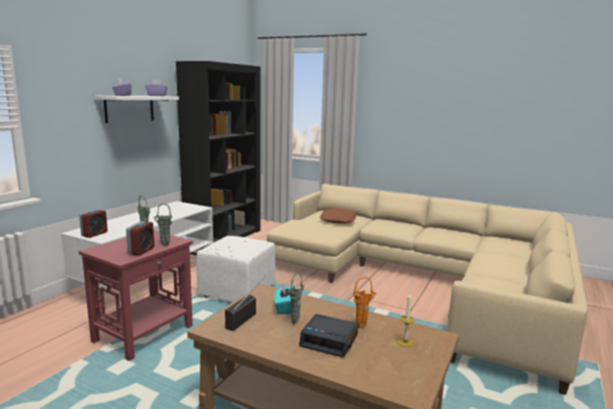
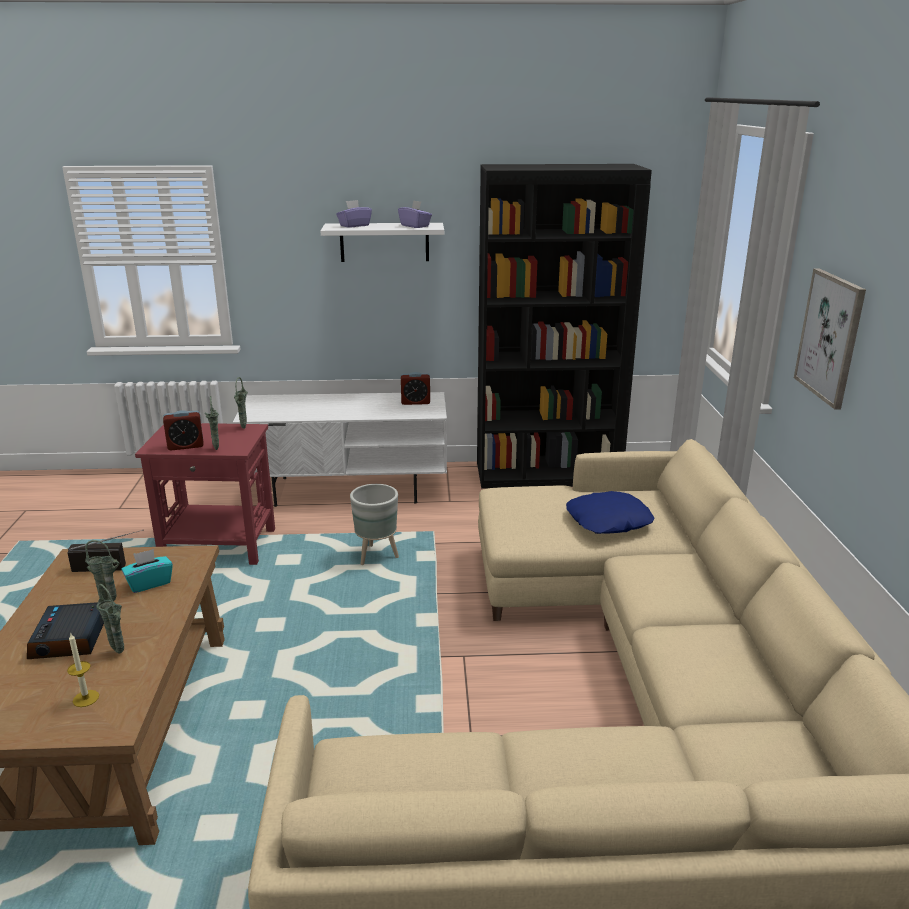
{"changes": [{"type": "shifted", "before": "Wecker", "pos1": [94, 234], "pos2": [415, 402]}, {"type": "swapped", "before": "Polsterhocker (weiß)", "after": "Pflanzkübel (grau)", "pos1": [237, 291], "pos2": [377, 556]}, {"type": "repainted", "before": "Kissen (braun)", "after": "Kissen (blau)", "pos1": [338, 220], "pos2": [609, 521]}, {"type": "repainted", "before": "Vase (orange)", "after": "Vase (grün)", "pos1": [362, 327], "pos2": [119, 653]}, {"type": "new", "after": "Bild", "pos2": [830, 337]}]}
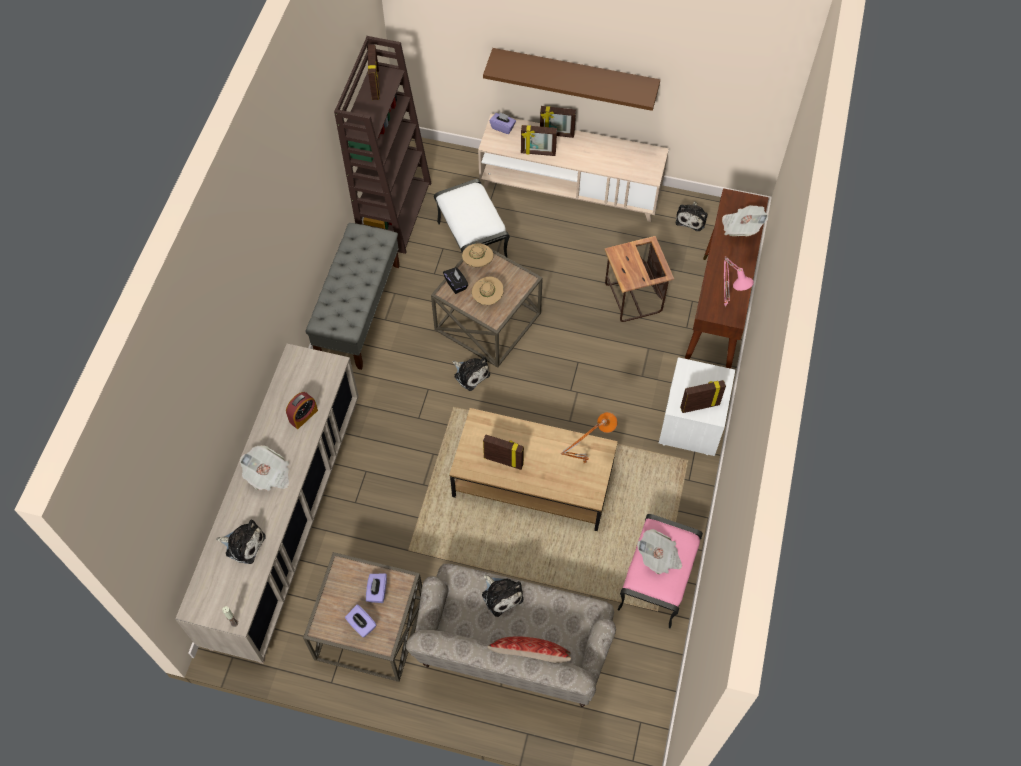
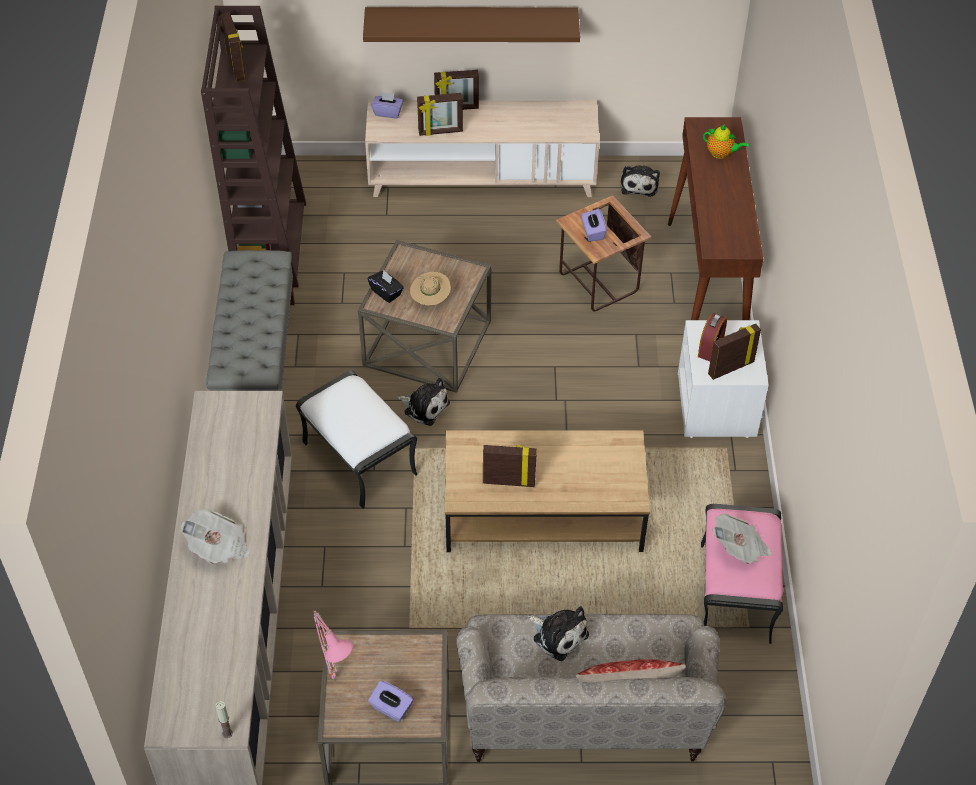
{"changes": [{"type": "gone", "before": "Plüschtier", "pos1": [243, 544]}, {"type": "shifted", "before": "Wecker", "pos1": [303, 416], "pos2": [710, 347]}, {"type": "shifted", "before": "Taschentuchbox (lila)", "pos1": [377, 591], "pos2": [592, 232]}, {"type": "shifted", "before": "Polsterhocker (weiß)", "pos1": [471, 241], "pos2": [358, 458]}, {"type": "gone", "before": "Hut (beige)", "pos1": [478, 262]}, {"type": "gone", "before": "Tischlampe (orange)", "pos1": [584, 461]}, {"type": "swapped", "before": "Zeitung", "after": "Teekanne", "pos1": [741, 227], "pos2": [721, 154]}, {"type": "shifted", "before": "Tischlampe (rosa)", "pos1": [726, 305], "pos2": [336, 678]}]}
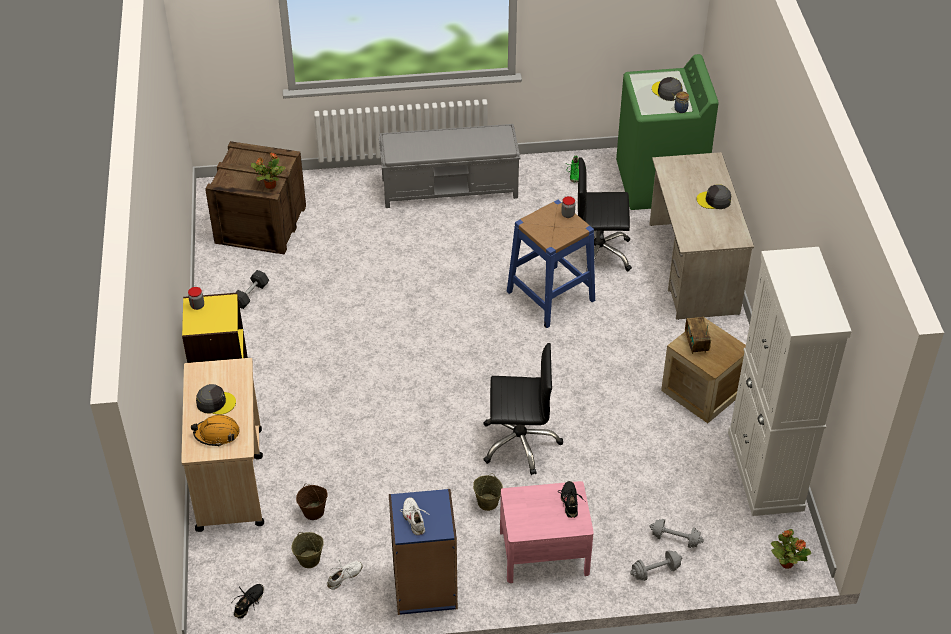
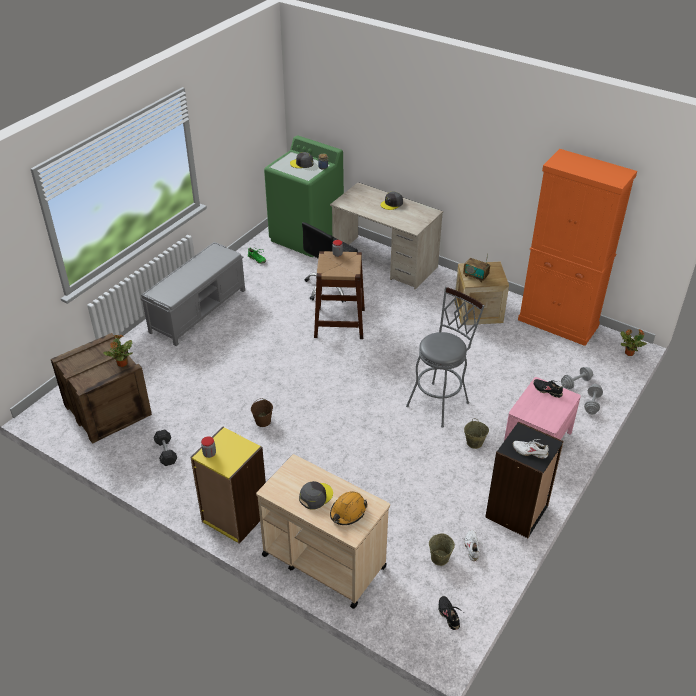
{"changes": [{"type": "shifted", "before": "Eimer (braun)", "pos1": [314, 511], "pos2": [263, 421]}, {"type": "repainted", "before": "Bücherregal (blau)", "after": "Bücherregal (schwarz)", "pos1": [425, 588], "pos2": [517, 512]}, {"type": "swapped", "before": "Bürostuhl (schwarz)", "after": "Hocker (grau)", "pos1": [520, 442], "pos2": [441, 401]}, {"type": "repainted", "before": "Hocker (blau)", "after": "Hocker (braun)", "pos1": [550, 296], "pos2": [339, 323]}, {"type": "repainted", "before": "Schrank (weiß)", "after": "Schrank (orange)", "pos1": [765, 471], "pos2": [558, 323]}]}
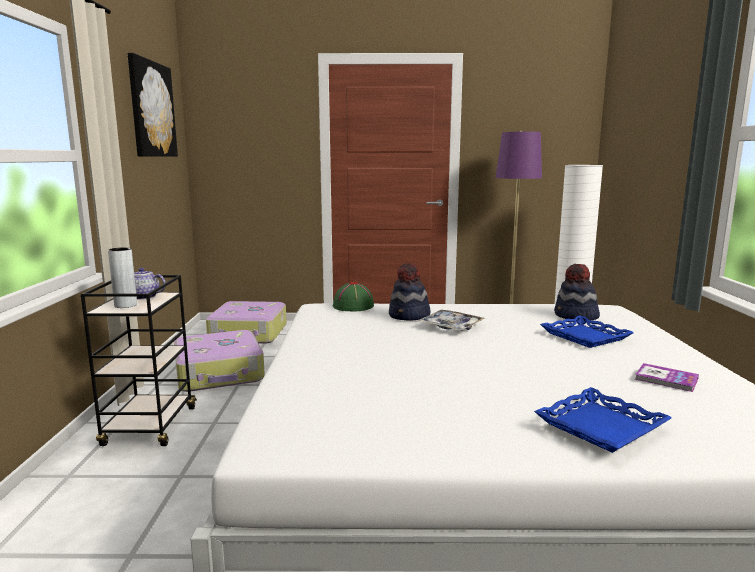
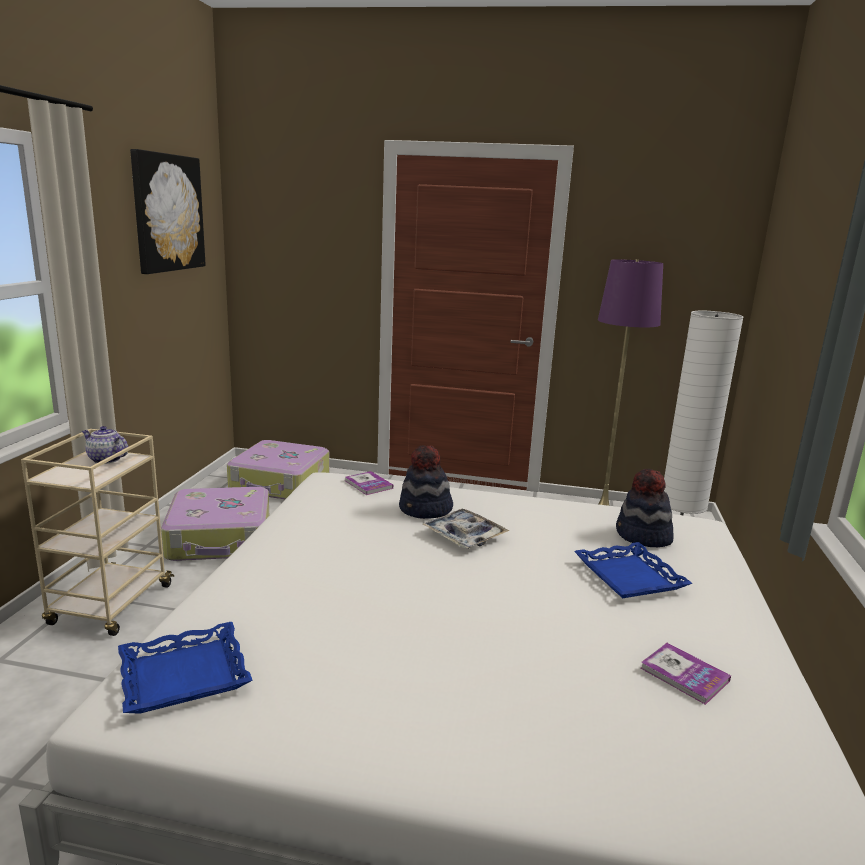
{"changes": [{"type": "repainted", "before": "Rollwagen (schwarz)", "after": "Rollwagen (beige)", "pos1": [150, 427], "pos2": [110, 606]}, {"type": "gone", "before": "Vase (grau)", "pos1": [125, 305]}, {"type": "swapped", "before": "Hut (grün)", "after": "Buch", "pos1": [353, 306], "pos2": [368, 484]}, {"type": "shifted", "before": "Tablett (blau)", "pos1": [601, 427], "pos2": [184, 676]}]}
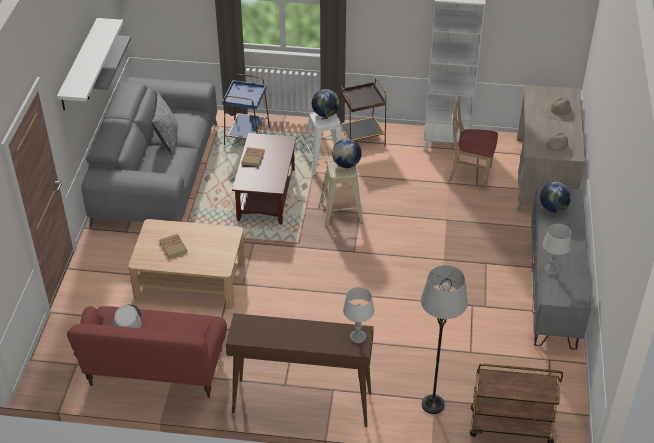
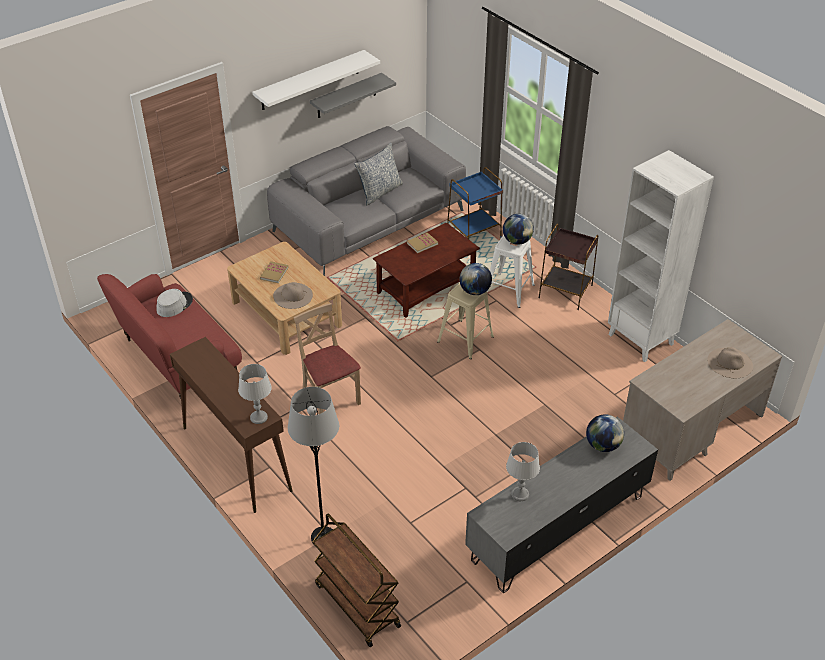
{"changes": [{"type": "shifted", "before": "Stuhl (beige)", "pos1": [470, 175], "pos2": [330, 398]}, {"type": "shifted", "before": "Hut (beige)", "pos1": [557, 145], "pos2": [292, 295]}]}
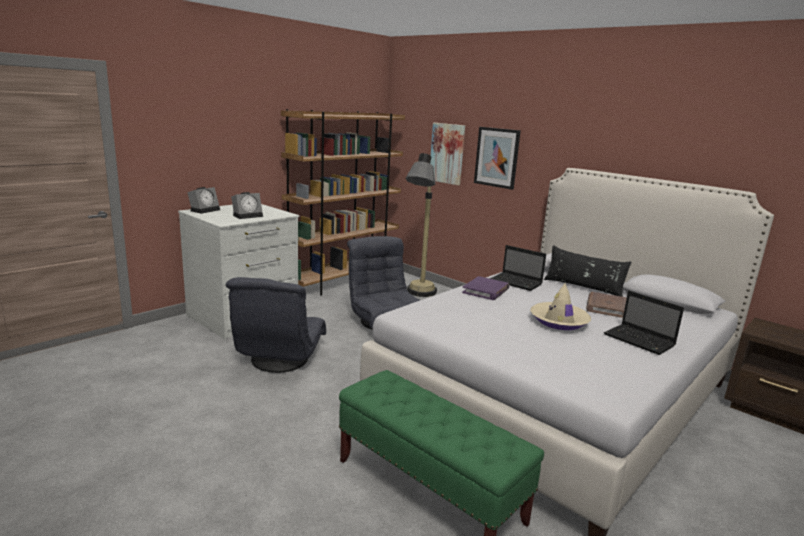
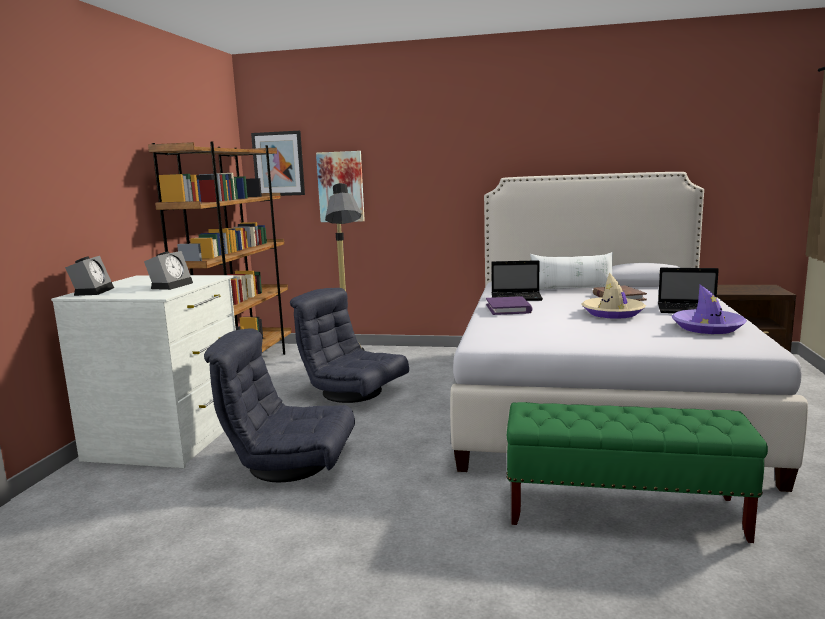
{"changes": [{"type": "rotated", "before": "Sessel (grau)", "pos1": [278, 360], "pos2": [290, 464], "turn": 120}, {"type": "shifted", "before": "Bild", "pos1": [497, 157], "pos2": [278, 164]}, {"type": "repainted", "before": "Kissen (schwarz)", "after": "Kissen (weiß)", "pos1": [583, 287], "pos2": [572, 289]}, {"type": "new", "after": "Hut (lila)", "pos2": [707, 327]}]}
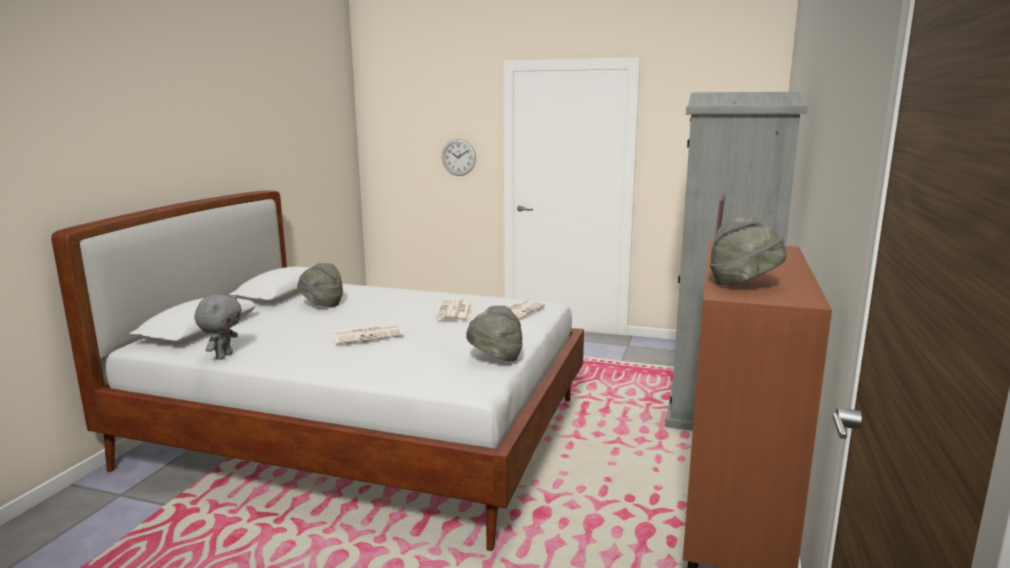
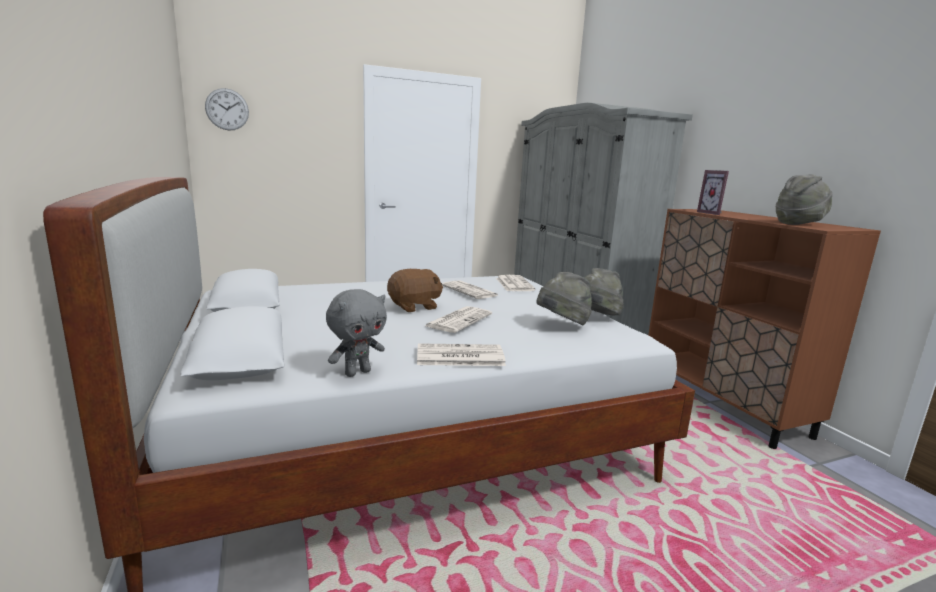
{"changes": [{"type": "rotated", "before": "Plüschtier (grau)", "pos1": [223, 356], "pos2": [357, 372], "turn": 75}, {"type": "shifted", "before": "Hut (grau)", "pos1": [322, 304], "pos2": [562, 325]}, {"type": "shifted", "before": "Wanduhr", "pos1": [458, 157], "pos2": [227, 109]}, {"type": "new", "after": "Plüschtier (braun)", "pos2": [415, 307]}, {"type": "new", "after": "Zeitung", "pos2": [458, 356]}]}
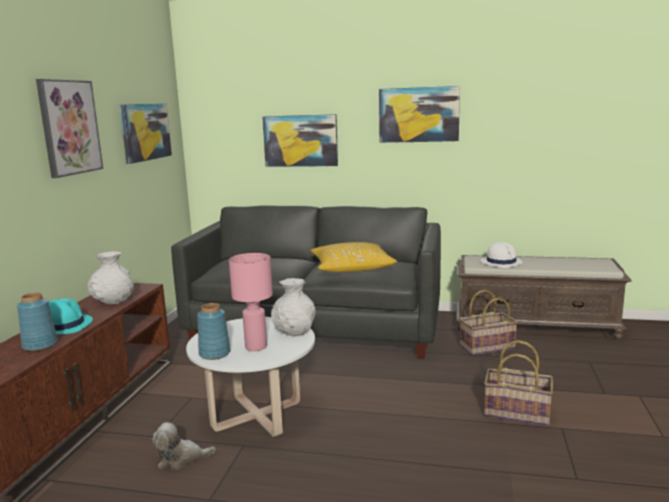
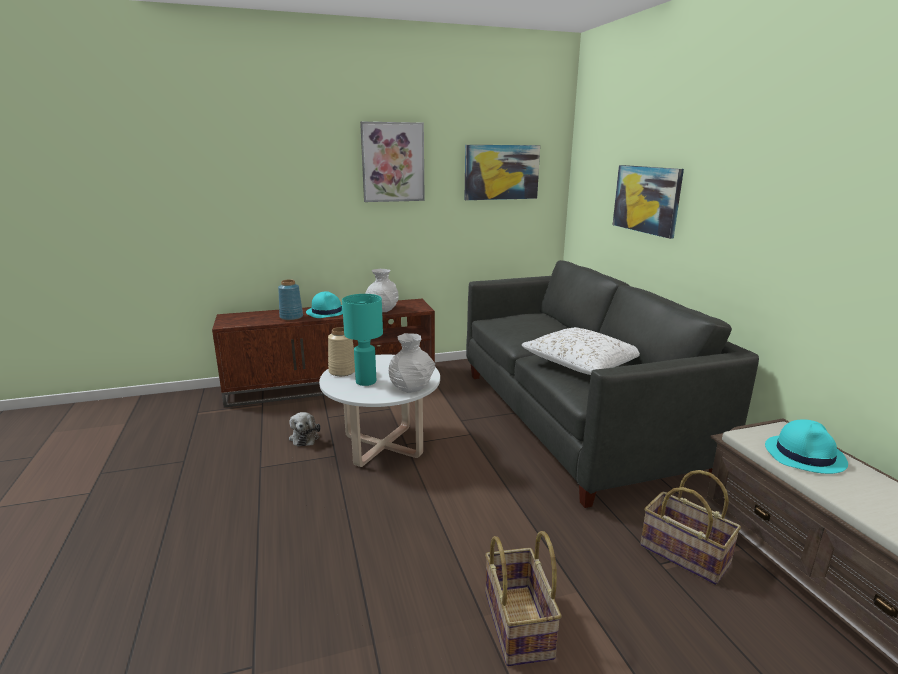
{"changes": [{"type": "rotated", "before": "Plüschtier", "pos1": [181, 459], "pos2": [304, 437], "turn": -150}, {"type": "repainted", "before": "Vase (blau)", "after": "Vase (beige)", "pos1": [214, 354], "pos2": [342, 371]}, {"type": "repainted", "before": "Tischlampe (rosa)", "after": "Tischlampe (türkis)", "pos1": [256, 347], "pos2": [366, 382]}, {"type": "repainted", "before": "Kissen (gelb)", "after": "Kissen (weiß)", "pos1": [352, 268], "pos2": [583, 363]}, {"type": "gone", "before": "Bild", "pos1": [418, 114]}, {"type": "repainted", "before": "Hut (weiß)", "after": "Hut (türkis)", "pos1": [501, 262], "pos2": [804, 455]}]}
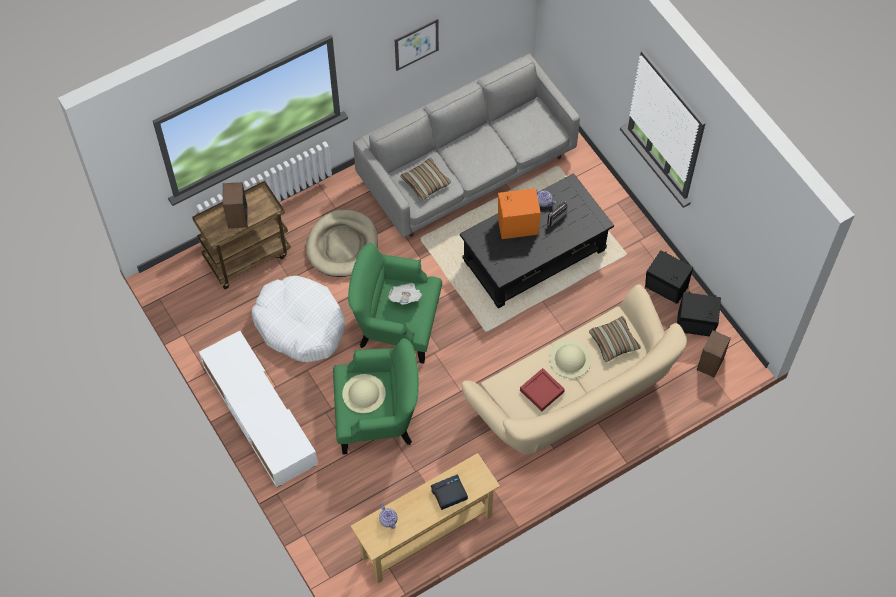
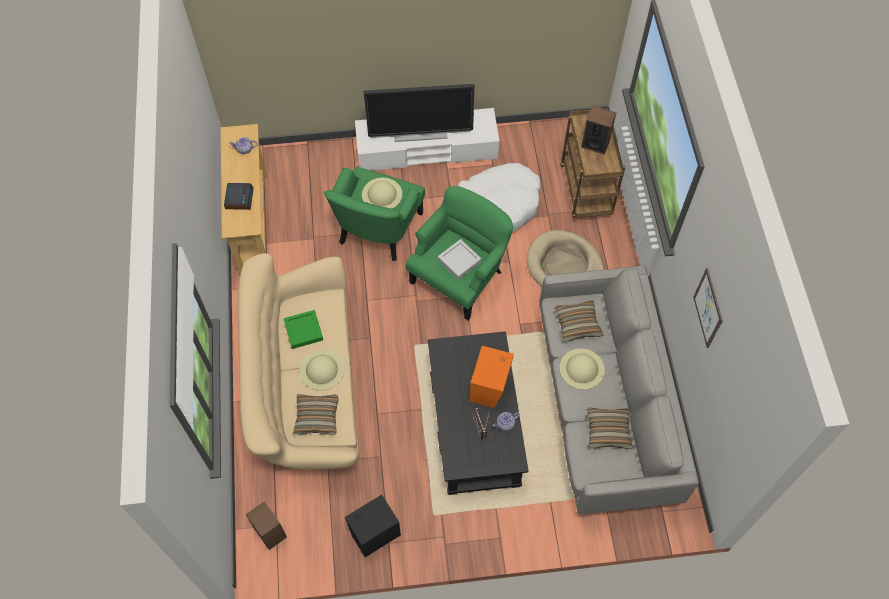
{"changes": [{"type": "swapped", "before": "Zeitung", "after": "Tablett (grau)", "pos1": [405, 297], "pos2": [459, 261]}, {"type": "repainted", "before": "Tablett (rot)", "after": "Tablett (grün)", "pos1": [542, 391], "pos2": [303, 331]}, {"type": "gone", "before": "Lautsprecher (schwarz)", "pos1": [696, 326]}, {"type": "new", "after": "Fernseher", "pos2": [420, 133]}, {"type": "new", "after": "Hut (beige)", "pos2": [582, 369]}, {"type": "new", "after": "Kissen", "pos2": [608, 430]}]}
